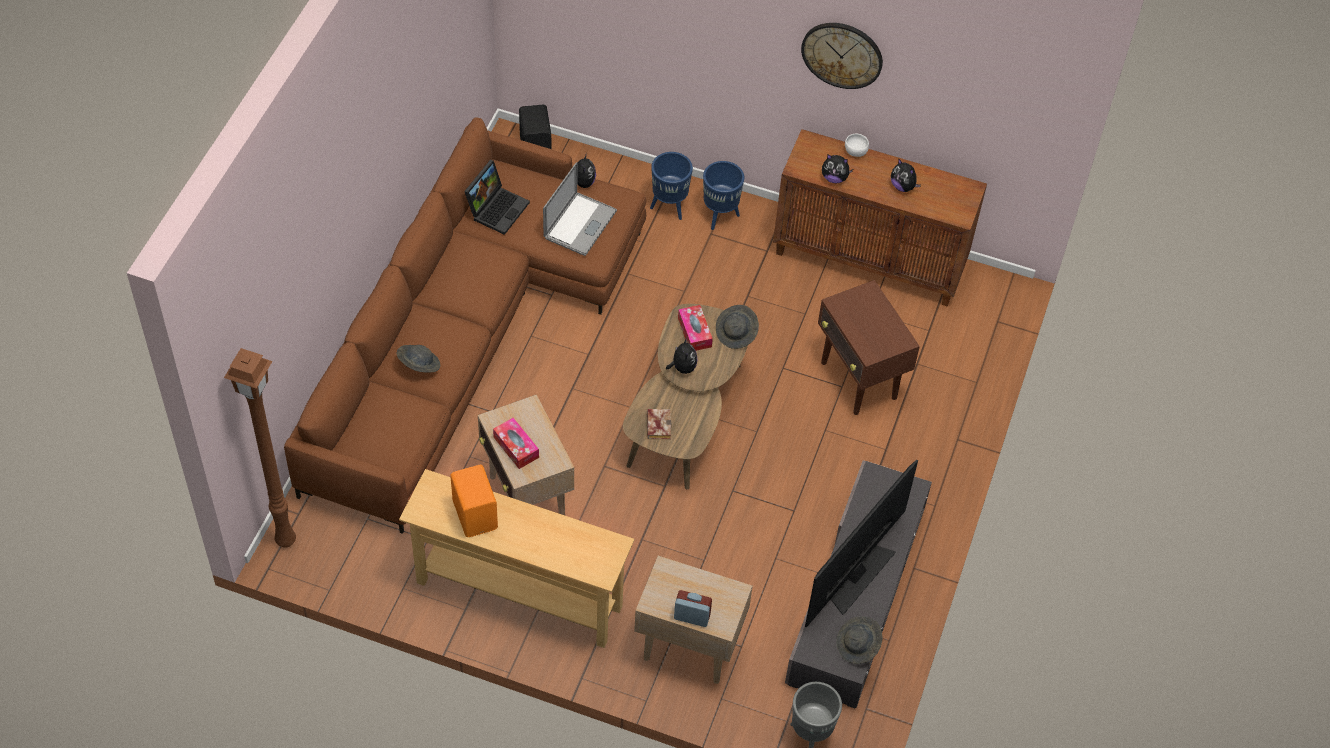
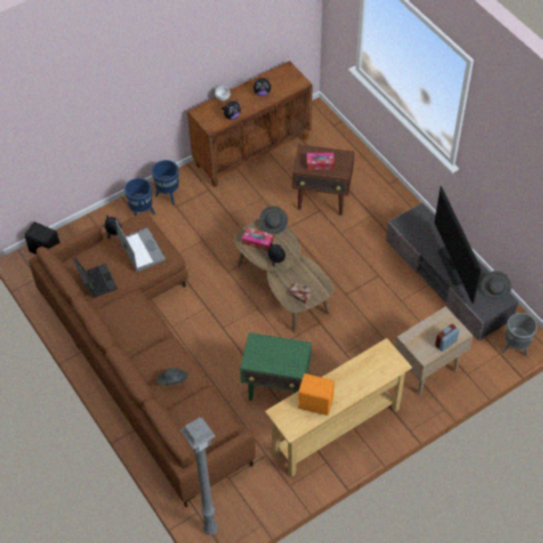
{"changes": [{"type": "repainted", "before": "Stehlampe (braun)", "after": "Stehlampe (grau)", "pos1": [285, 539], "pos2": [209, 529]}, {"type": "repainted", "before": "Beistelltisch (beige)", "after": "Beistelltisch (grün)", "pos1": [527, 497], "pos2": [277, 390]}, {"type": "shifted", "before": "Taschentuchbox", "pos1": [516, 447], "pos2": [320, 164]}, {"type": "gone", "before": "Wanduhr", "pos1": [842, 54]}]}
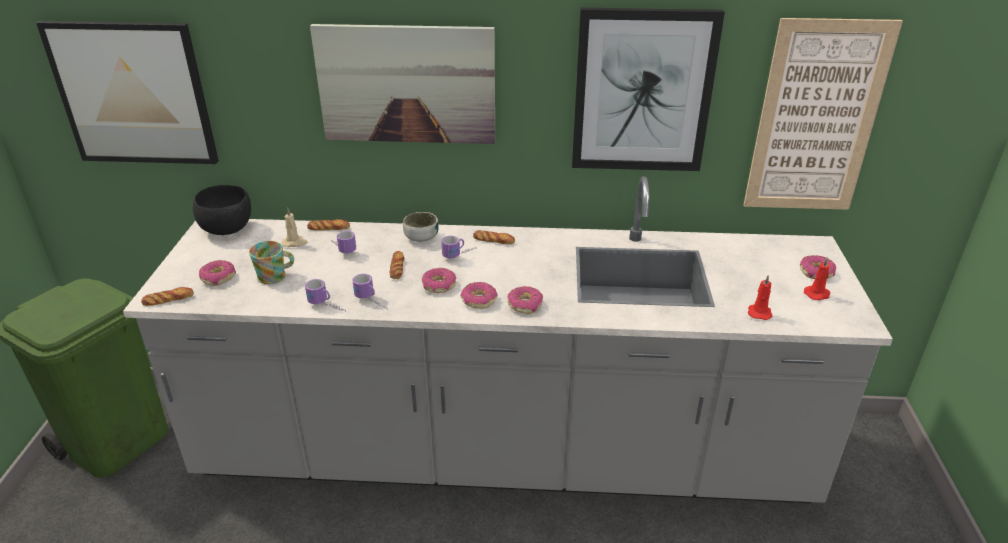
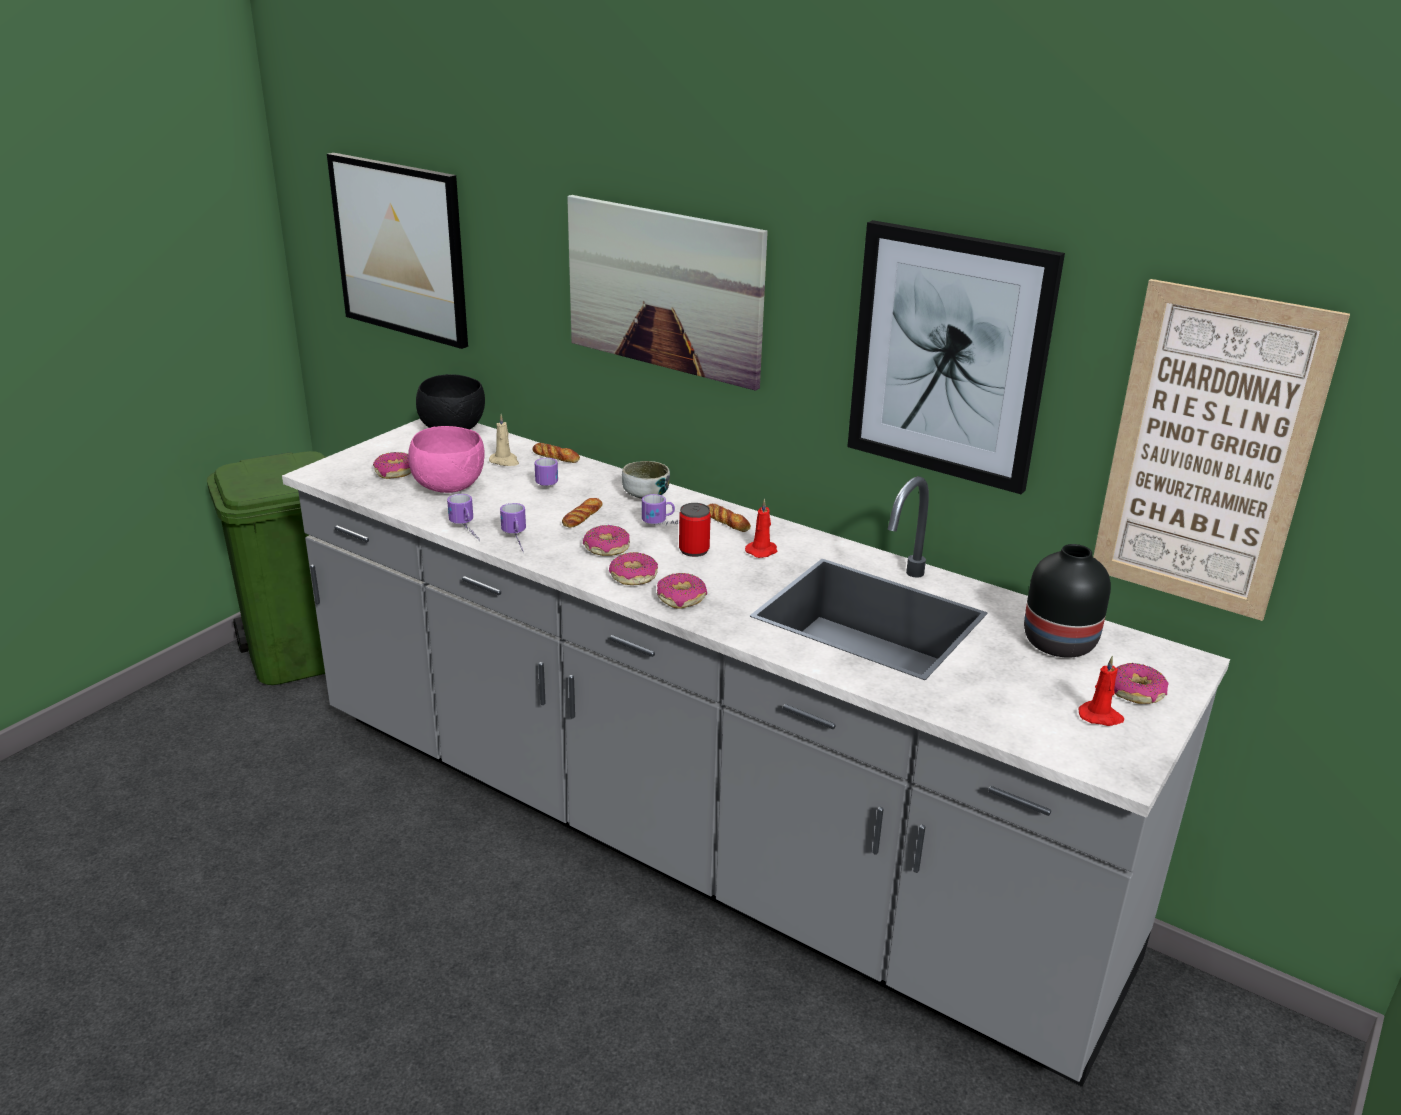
{"changes": [{"type": "gone", "before": "Brot", "pos1": [168, 299]}, {"type": "swapped", "before": "Henkelbecher", "after": "Schüssel (rosa)", "pos1": [275, 276], "pos2": [450, 487]}, {"type": "shifted", "before": "Kerze (rot)", "pos1": [759, 312], "pos2": [762, 551]}, {"type": "new", "after": "Dose", "pos2": [694, 550]}, {"type": "new", "after": "Vase (schwarz)", "pos2": [1058, 644]}]}
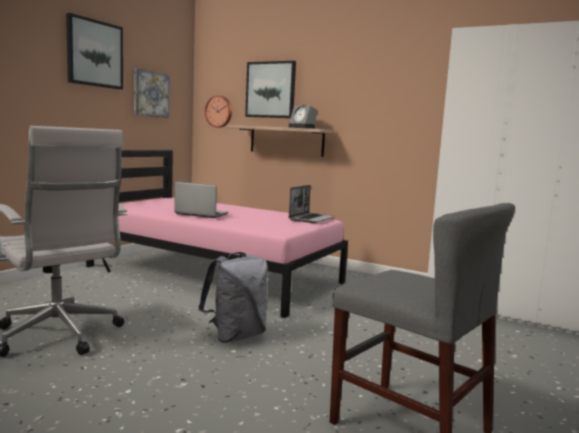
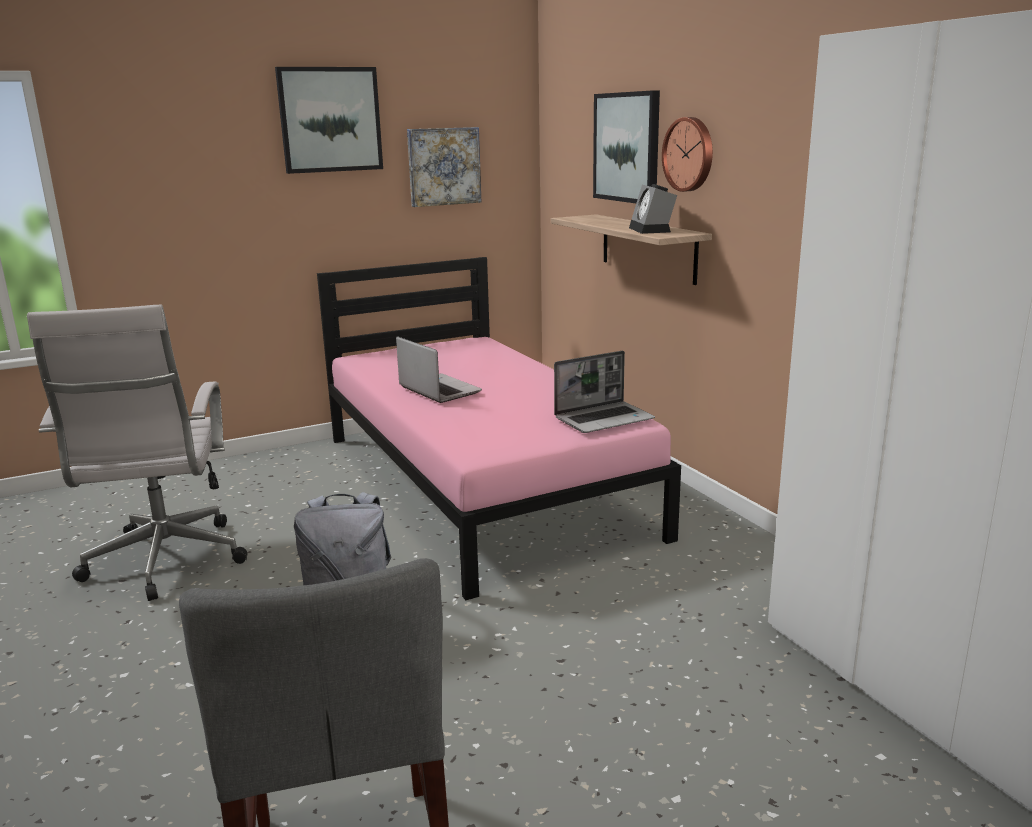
{"changes": [{"type": "shifted", "before": "Wanduhr", "pos1": [219, 111], "pos2": [690, 154]}]}
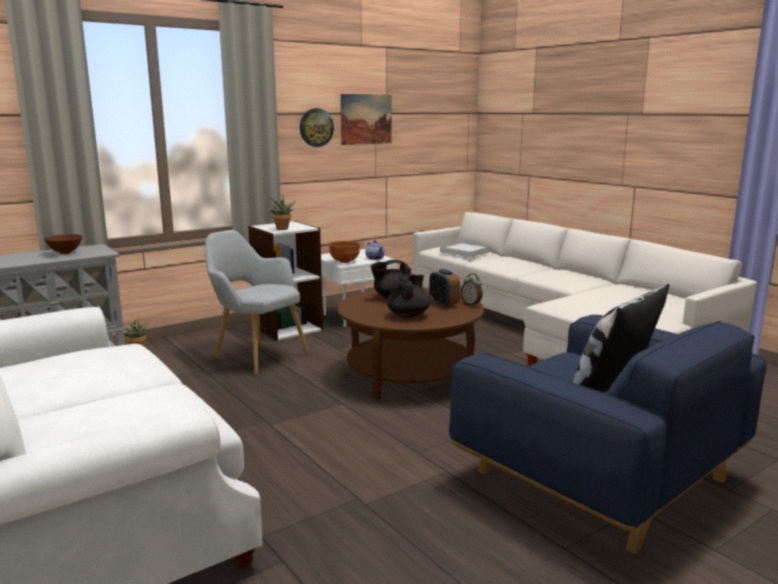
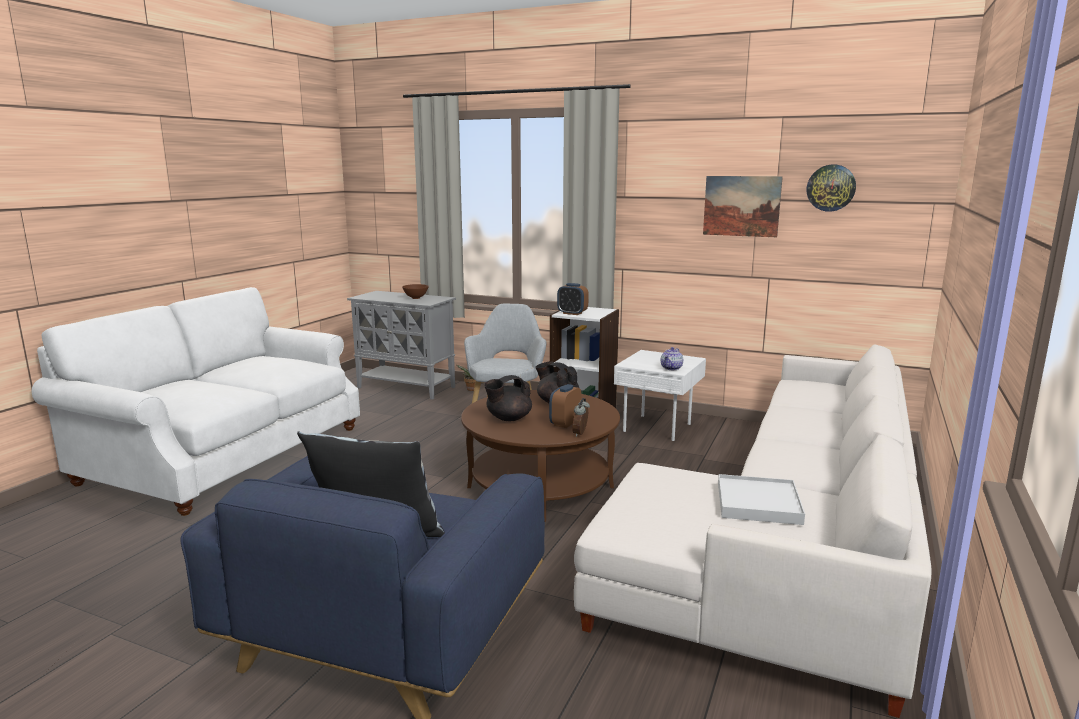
{"changes": [{"type": "swapped", "before": "Topfpflanze", "after": "Wecker", "pos1": [282, 229], "pos2": [572, 313]}, {"type": "shifted", "before": "Wanduhr", "pos1": [316, 127], "pos2": [831, 188]}, {"type": "gone", "before": "Schüssel (braun)", "pos1": [345, 262]}, {"type": "rotated", "before": "Teekanne (schwarz)", "pos1": [408, 315], "pos2": [508, 418], "turn": 150}, {"type": "shifted", "before": "Tablett (weiß)", "pos1": [465, 252], "pos2": [758, 503]}]}
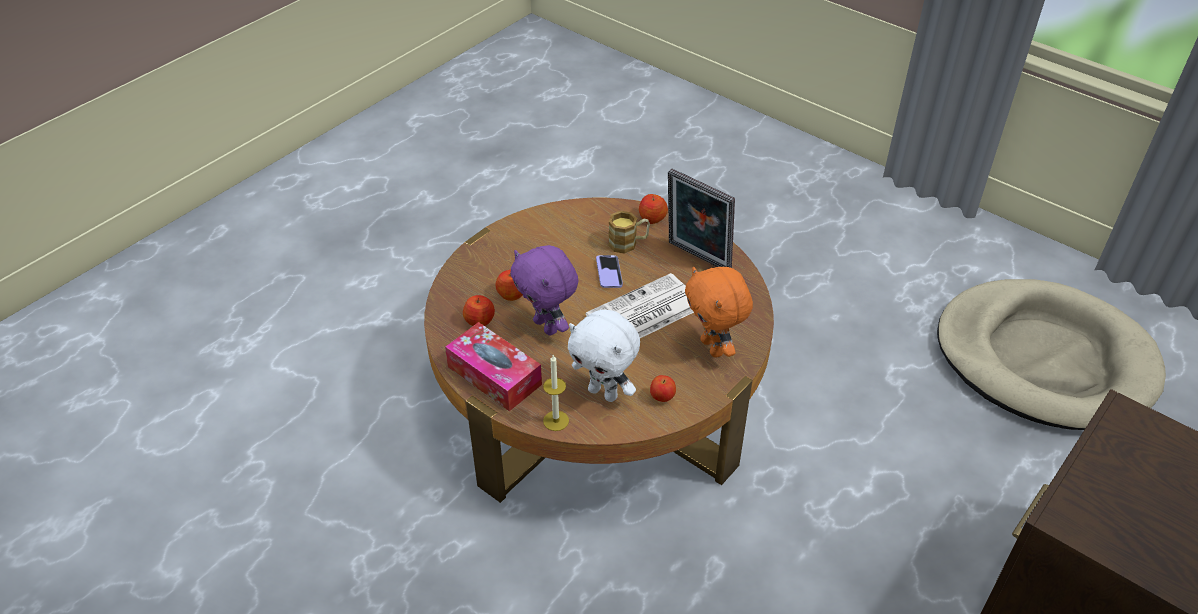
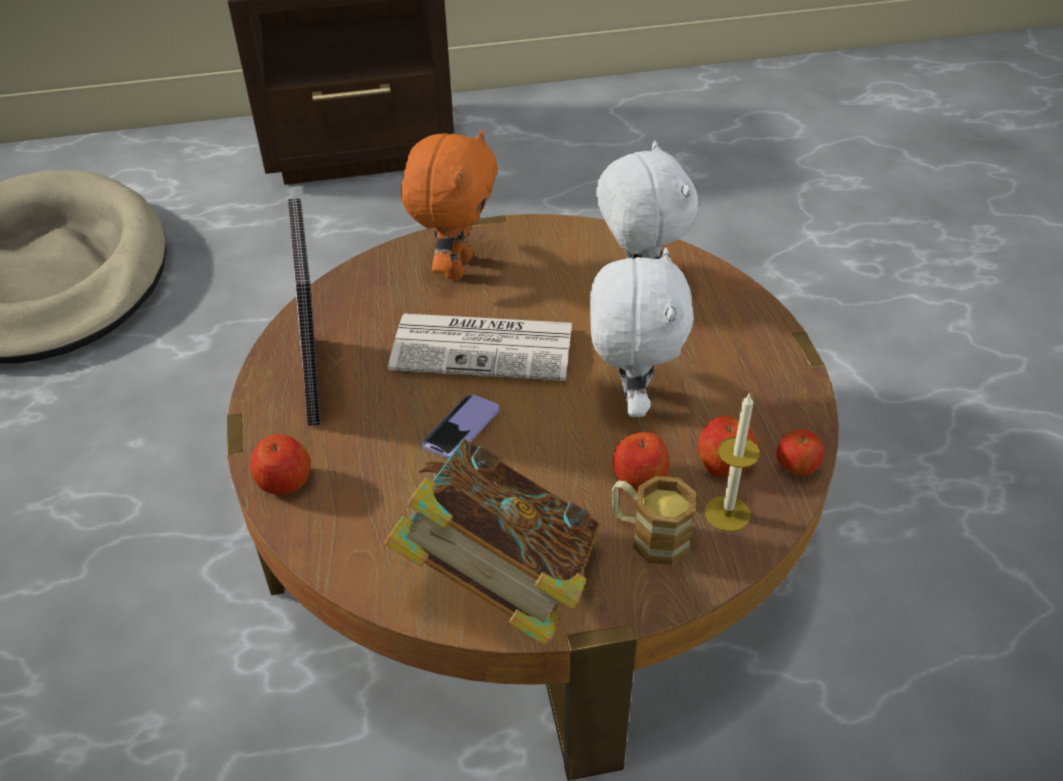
{"changes": [{"type": "gone", "before": "Taschentuchbox", "pos1": [494, 375]}, {"type": "repainted", "before": "Plüschtier (lila)", "after": "Plüschtier (weiß)", "pos1": [547, 326], "pos2": [631, 400]}, {"type": "shifted", "before": "Kerze", "pos1": [556, 420], "pos2": [727, 513]}, {"type": "shifted", "before": "Henkelbecher", "pos1": [628, 243], "pos2": [649, 535]}, {"type": "shifted", "before": "Apfel", "pos1": [662, 397], "pos2": [796, 468]}, {"type": "new", "after": "Buch", "pos2": [500, 580]}]}
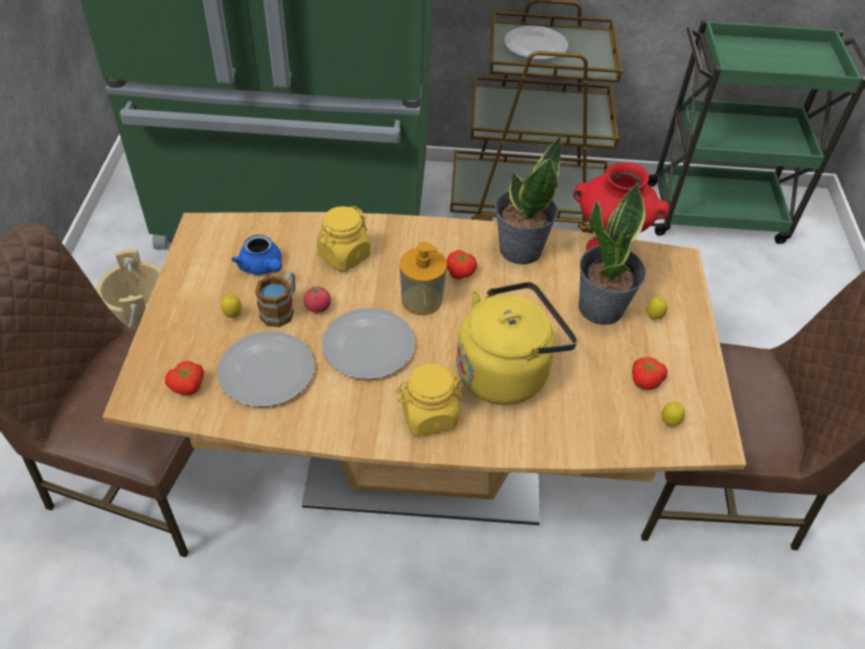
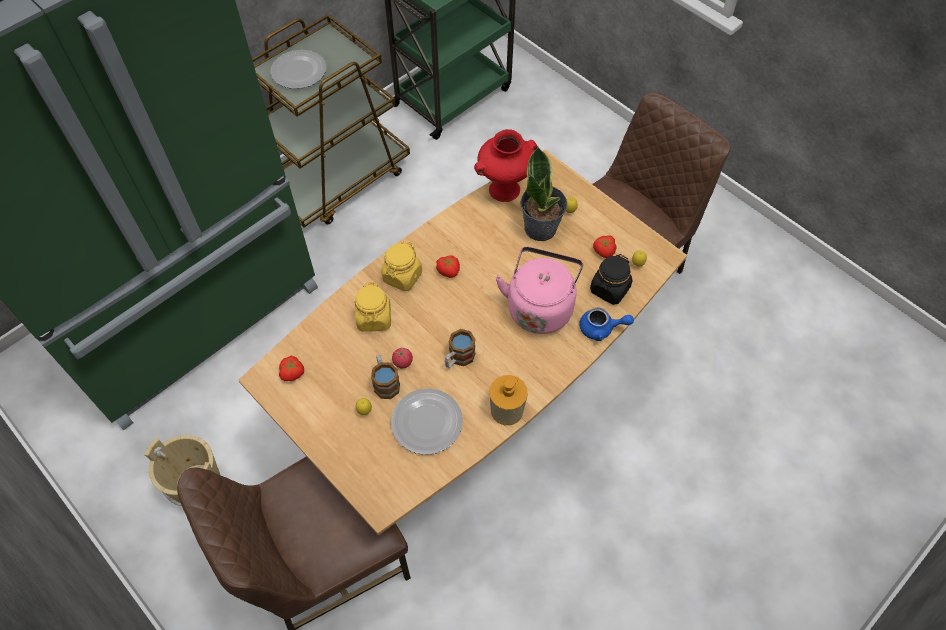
{"changes": [{"type": "shifted", "before": "Tomate", "pos1": [188, 386], "pos2": [293, 373]}, {"type": "shifted", "before": "Teekanne (blau)", "pos1": [262, 267], "pos2": [601, 329]}, {"type": "swapped", "before": "Teller", "after": "Henkelbecher", "pos1": [367, 346], "pos2": [458, 358]}, {"type": "shifted", "before": "Vorratsglas (gelb)", "pos1": [428, 415], "pos2": [402, 276]}, {"type": "shifted", "before": "Seifenspender", "pos1": [421, 300], "pos2": [506, 410]}, {"type": "repainted", "before": "Wasserkessel (gelb)", "after": "Wasserkessel (rosa)", "pos1": [506, 371], "pos2": [540, 306]}, {"type": "gone", "before": "Topfpflanze", "pos1": [519, 249]}, {"type": "new", "after": "Vorratsglas (schwarz)", "pos2": [609, 289]}]}
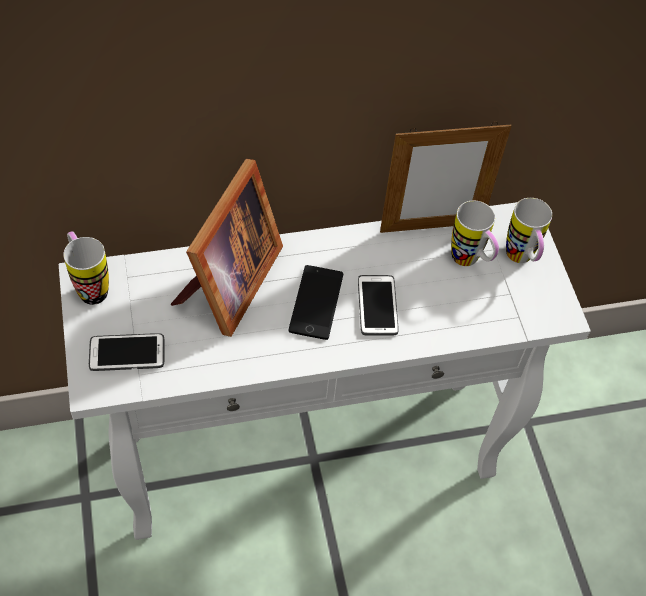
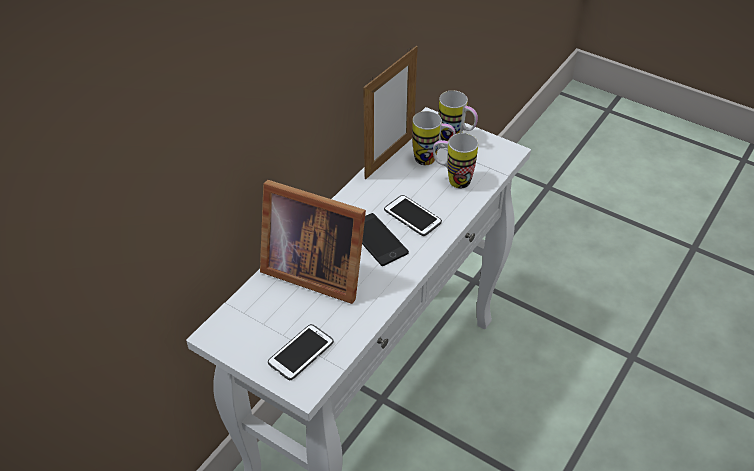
{"changes": [{"type": "shifted", "before": "Henkelbecher", "pos1": [89, 286], "pos2": [452, 180]}, {"type": "rotated", "before": "Bilderrahmen", "pos1": [227, 284], "pos2": [313, 269], "turn": 135}]}
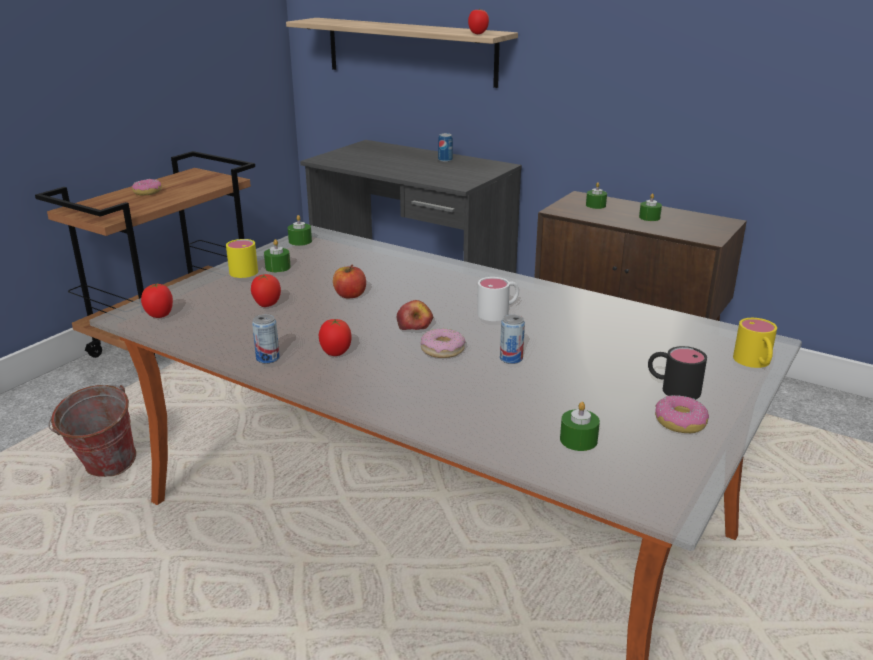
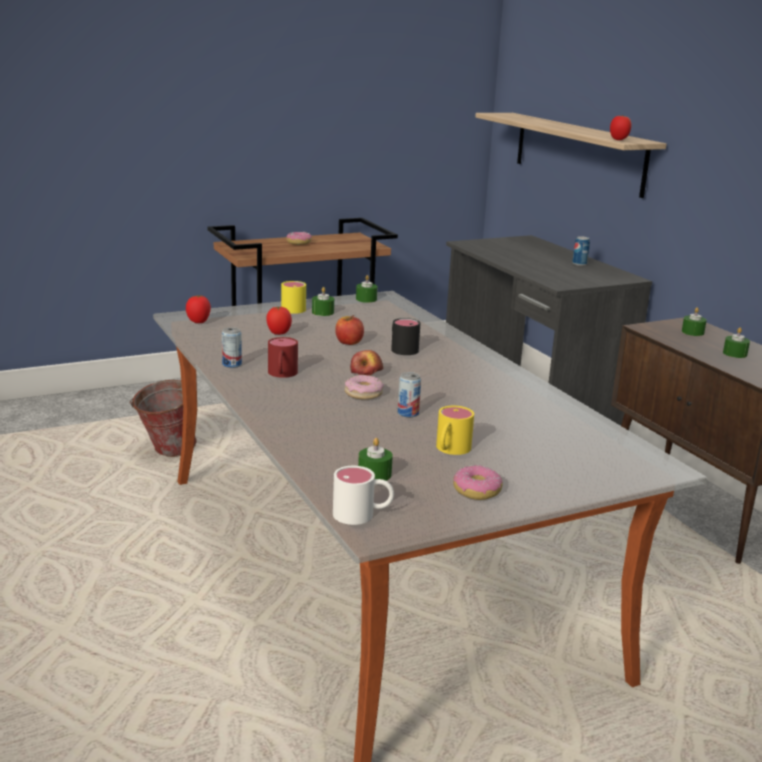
{"changes": [{"type": "swapped", "before": "Tomate", "after": "Henkelbecher (rot)", "pos1": [336, 353], "pos2": [282, 374]}, {"type": "shifted", "before": "Henkelbecher (weiß)", "pos1": [499, 312], "pos2": [362, 514]}, {"type": "shifted", "before": "Henkelbecher (schwarz)", "pos1": [672, 388], "pos2": [401, 348]}, {"type": "shifted", "before": "Henkelbecher (gelb)", "pos1": [755, 363], "pos2": [450, 450]}]}
